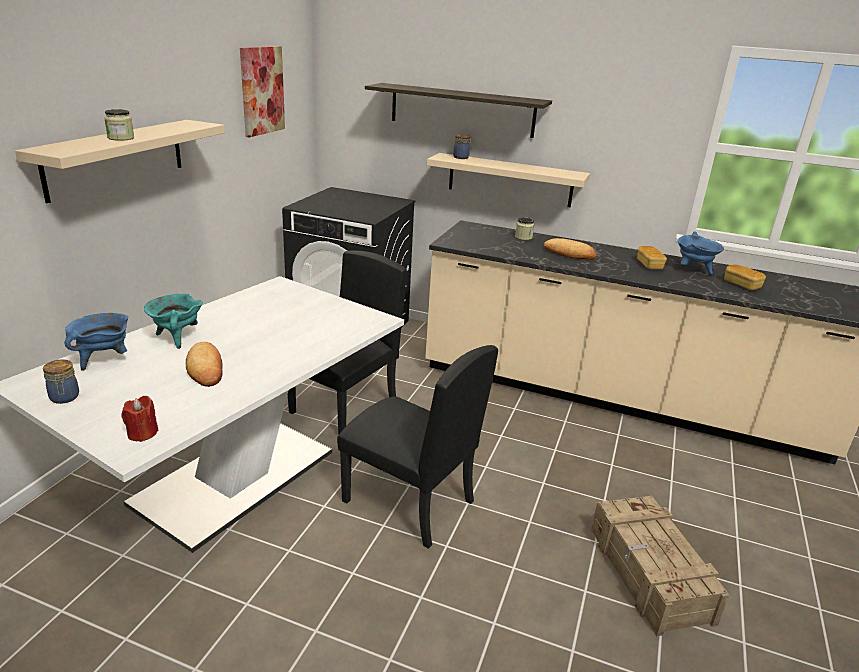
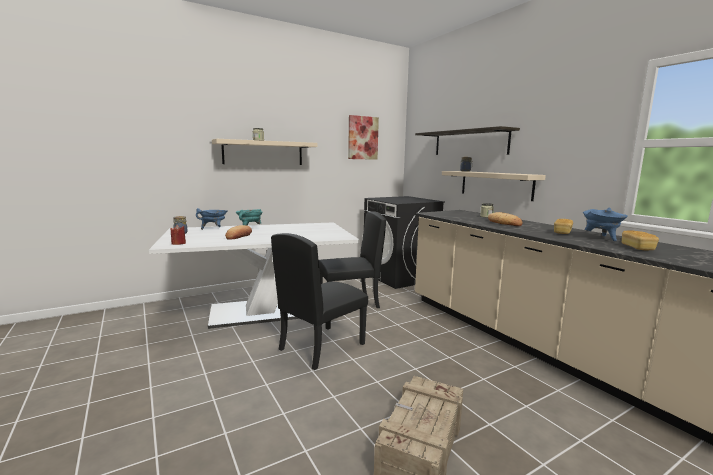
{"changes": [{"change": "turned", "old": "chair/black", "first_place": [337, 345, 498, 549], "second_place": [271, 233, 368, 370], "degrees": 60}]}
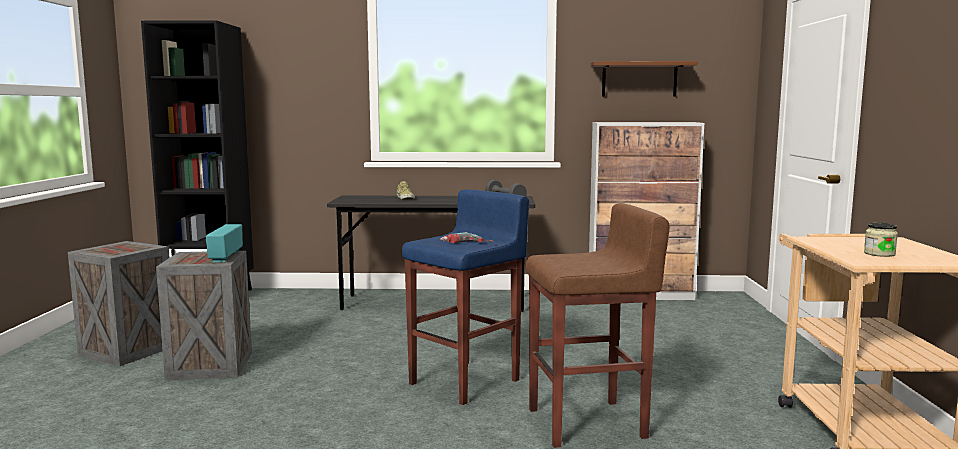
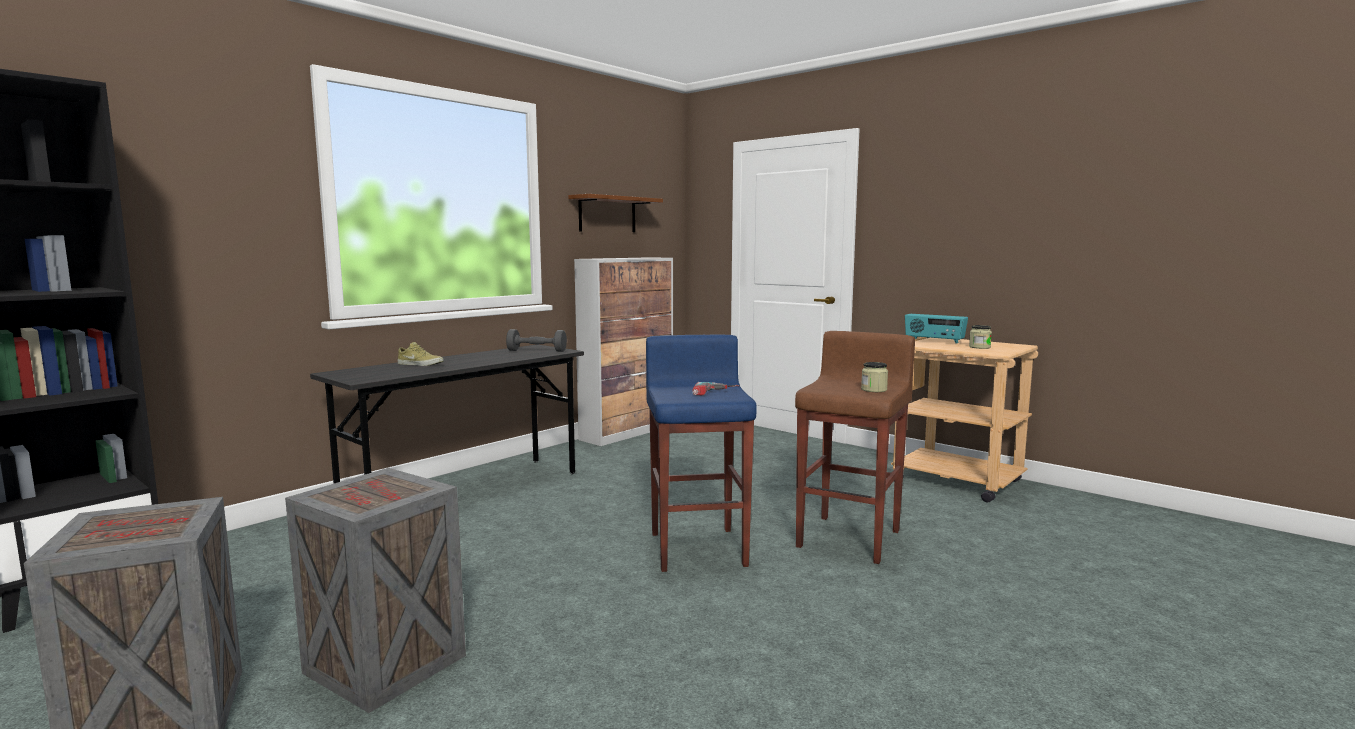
{"changes": [{"change": "added", "new": "jar", "second_place": [861, 362, 888, 392]}, {"change": "moved", "old": "radio", "first_place": [205, 224, 243, 263], "second_place": [905, 314, 968, 344]}]}
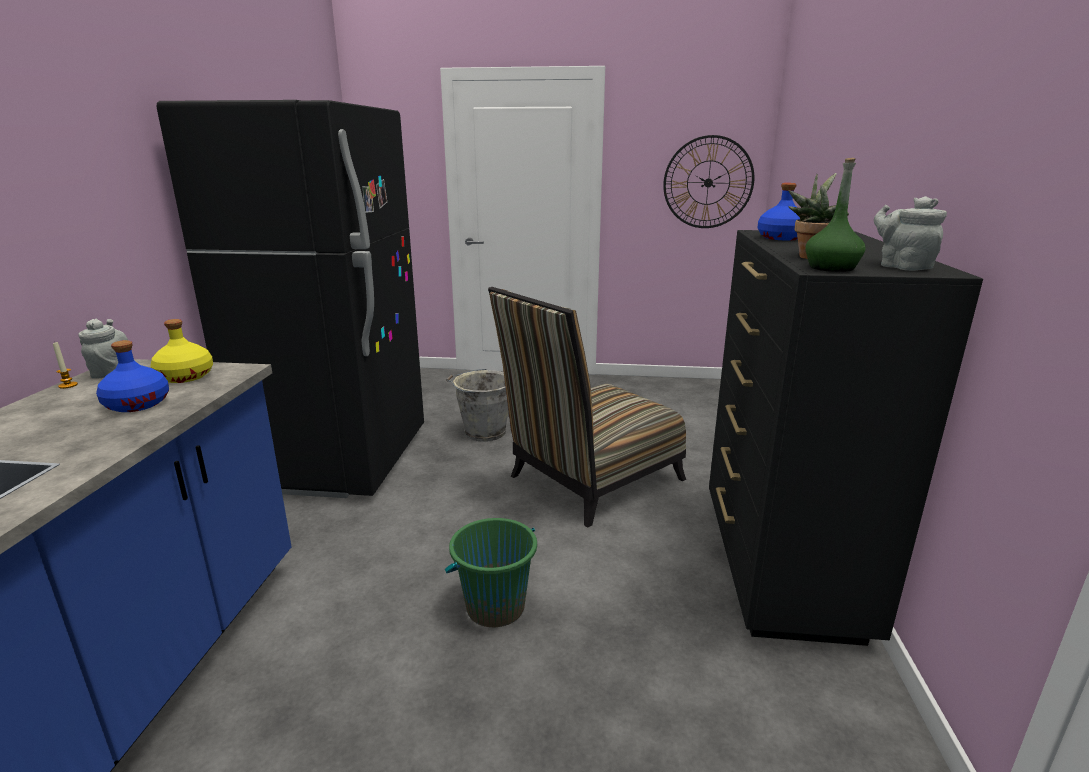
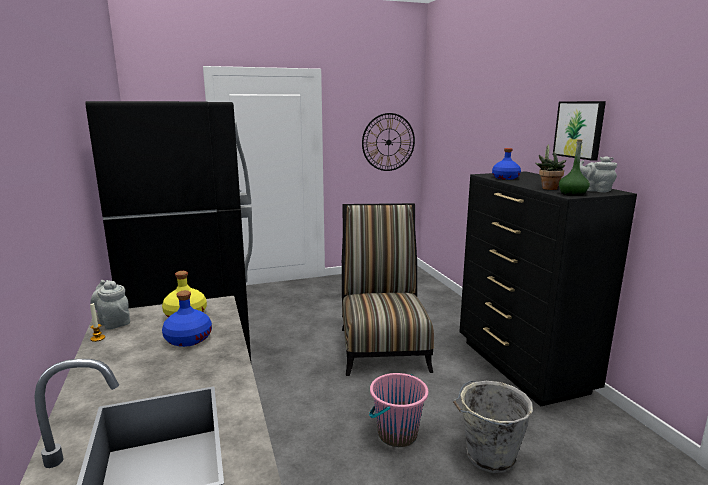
{"changes": [{"change": "added", "new": "picture", "second_place": [553, 101, 606, 161]}, {"change": "moved", "old": "bucket/grey", "first_place": [446, 369, 508, 441], "second_place": [453, 381, 533, 473]}, {"change": "recoloured", "old": "bucket/green", "new": "bucket/pink", "first_place": [445, 518, 537, 627], "second_place": [369, 373, 428, 447]}, {"change": "turned", "old": "chair", "first_place": [488, 287, 686, 527], "second_place": [342, 203, 434, 376], "degrees": 150}]}
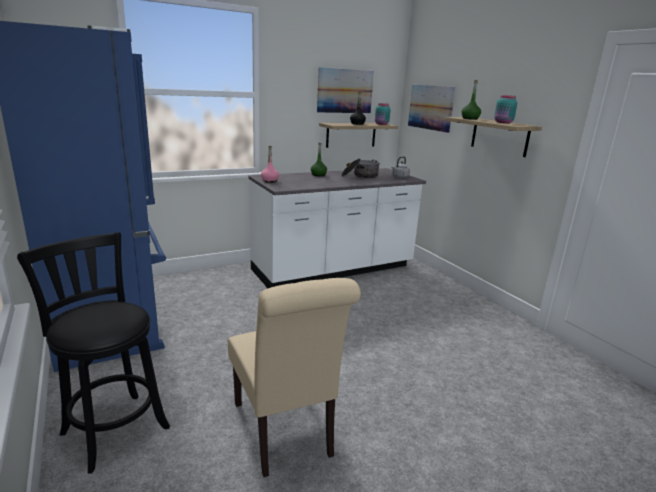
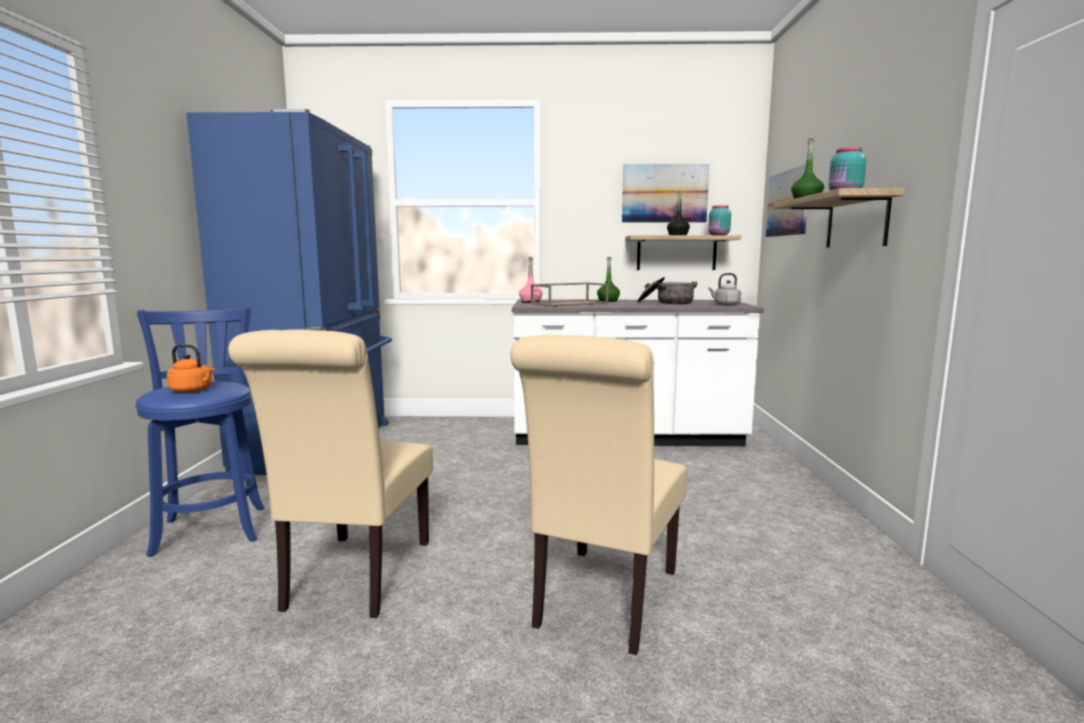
{"changes": [{"change": "added", "new": "kettle/orange", "second_place": [167, 344, 214, 393]}, {"change": "added", "new": "chair/beige", "second_place": [511, 335, 687, 655]}, {"change": "added", "new": "tray/brown", "second_place": [531, 283, 608, 307]}, {"change": "recoloured", "old": "stool/black", "new": "stool/blue", "first_place": [17, 232, 170, 474], "second_place": [135, 307, 265, 557]}]}
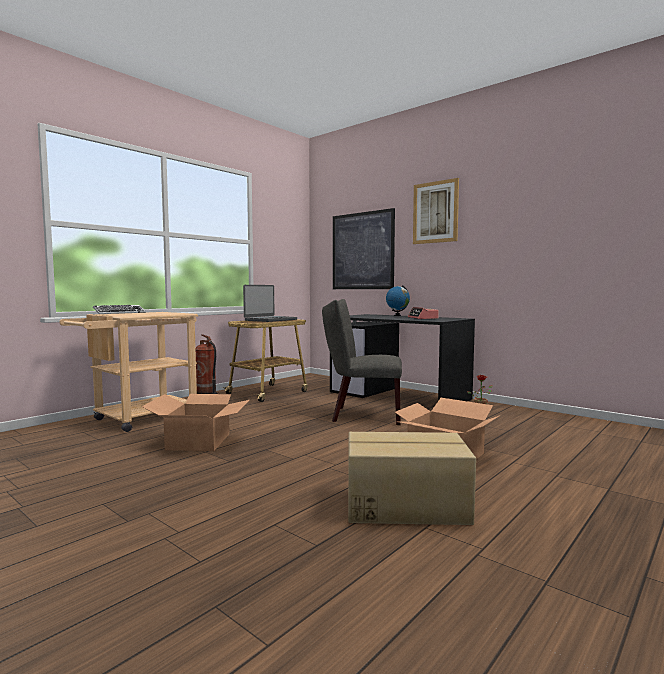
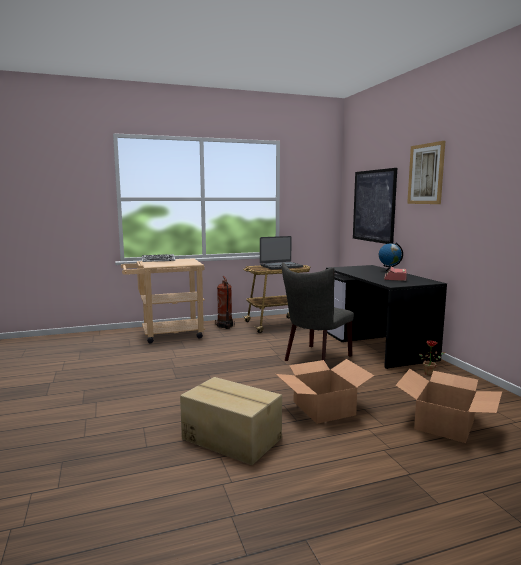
{"changes": [{"change": "moved", "old": "cardboard box", "first_place": [142, 394, 249, 451], "second_place": [395, 369, 502, 443]}, {"change": "turned", "old": "chair/grey", "first_place": [322, 299, 402, 425], "second_place": [282, 262, 354, 361], "degrees": -90}]}
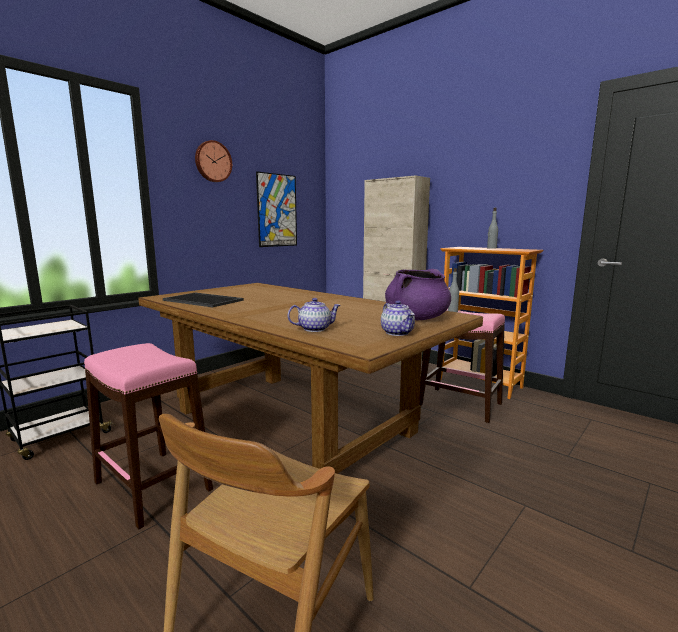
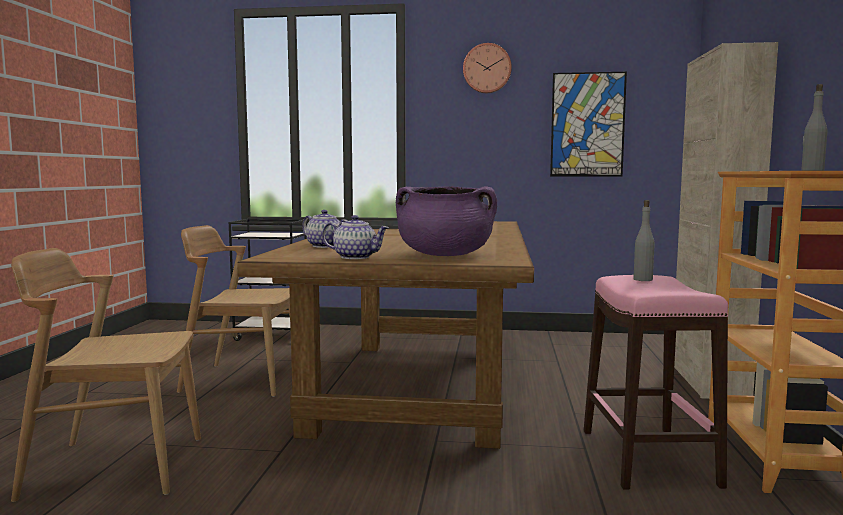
{"changes": [{"change": "replaced", "old": "stool/pink", "new": "chair/brown", "first_place": [84, 343, 213, 529], "second_place": [177, 225, 290, 397]}, {"change": "turned", "old": "teapot", "first_place": [381, 300, 415, 336], "second_place": [322, 215, 389, 259], "degrees": -105}]}
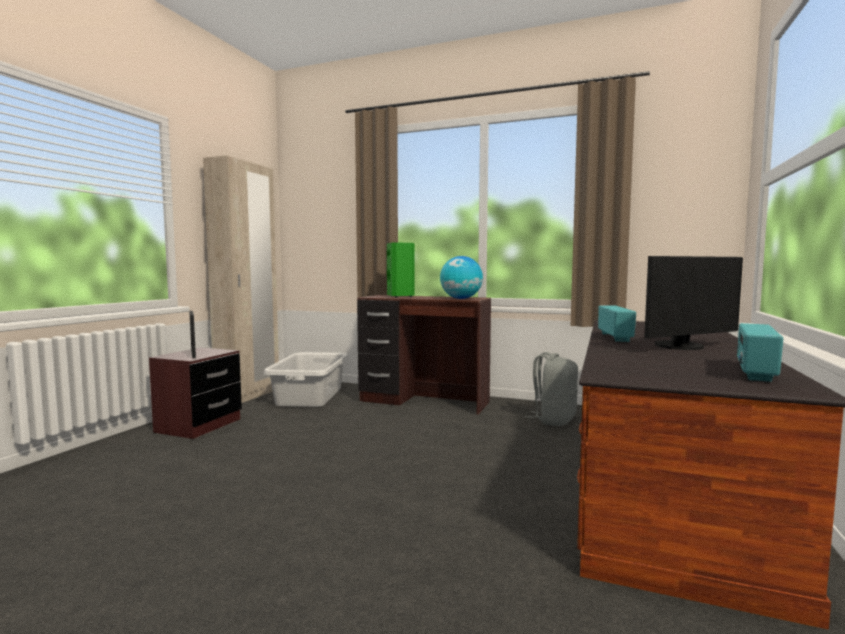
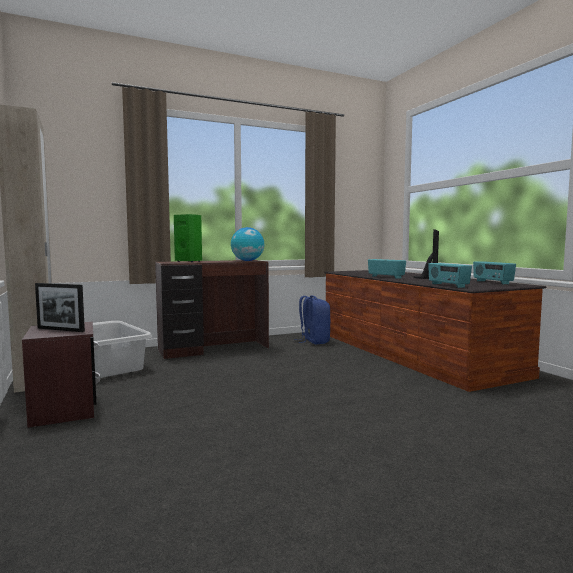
{"changes": [{"change": "added", "new": "radio", "second_place": [428, 263, 472, 288]}, {"change": "recoloured", "old": "backpack/grey", "new": "backpack/blue", "first_place": [525, 352, 578, 426], "second_place": [294, 296, 331, 344]}]}
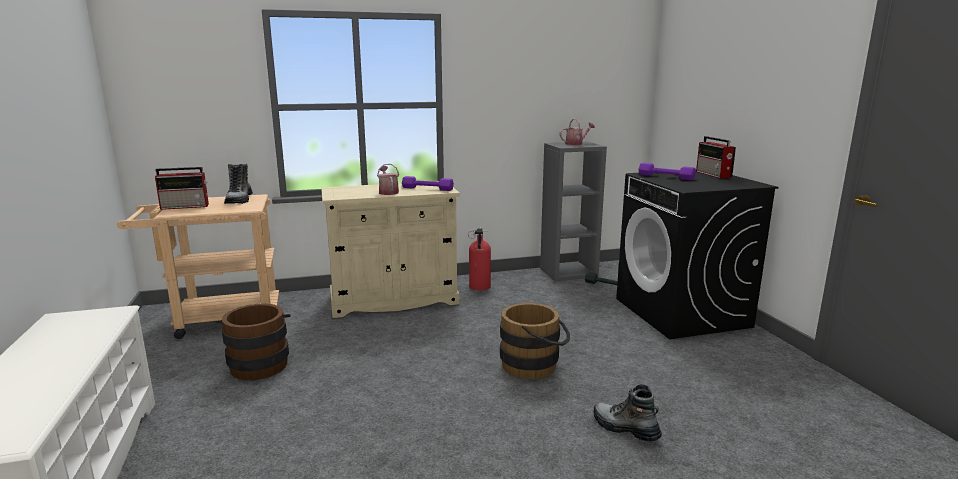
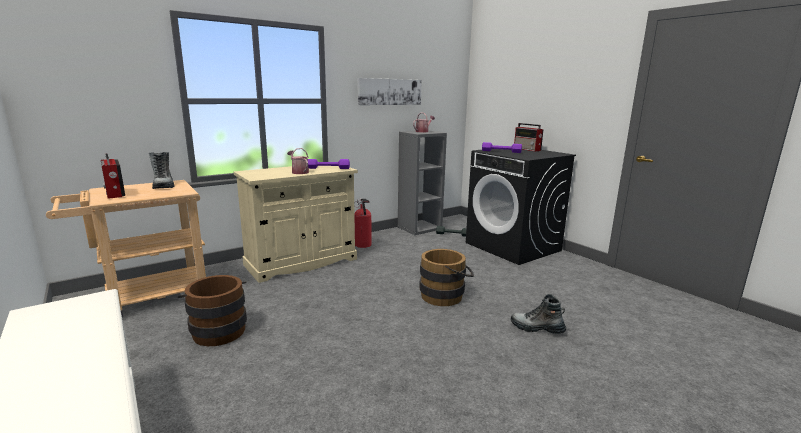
{"changes": [{"change": "added", "new": "picture", "second_place": [357, 78, 422, 105]}, {"change": "turned", "old": "radio", "first_place": [155, 167, 209, 210], "second_place": [101, 153, 125, 199], "degrees": 90}]}
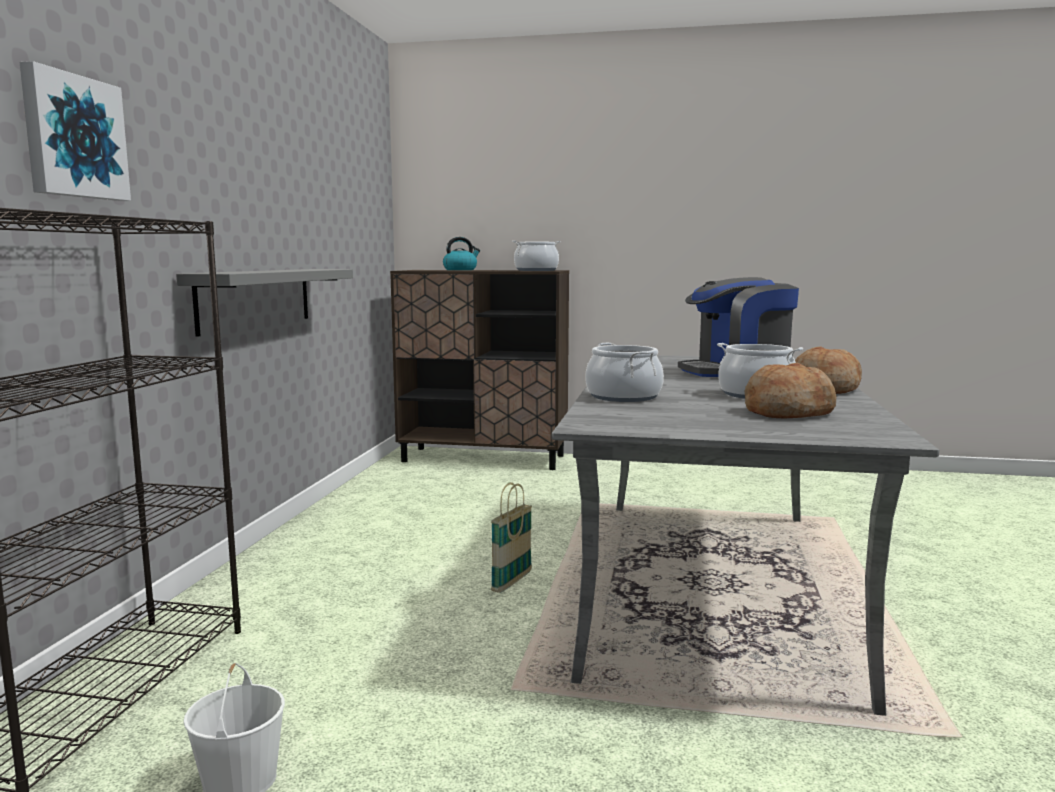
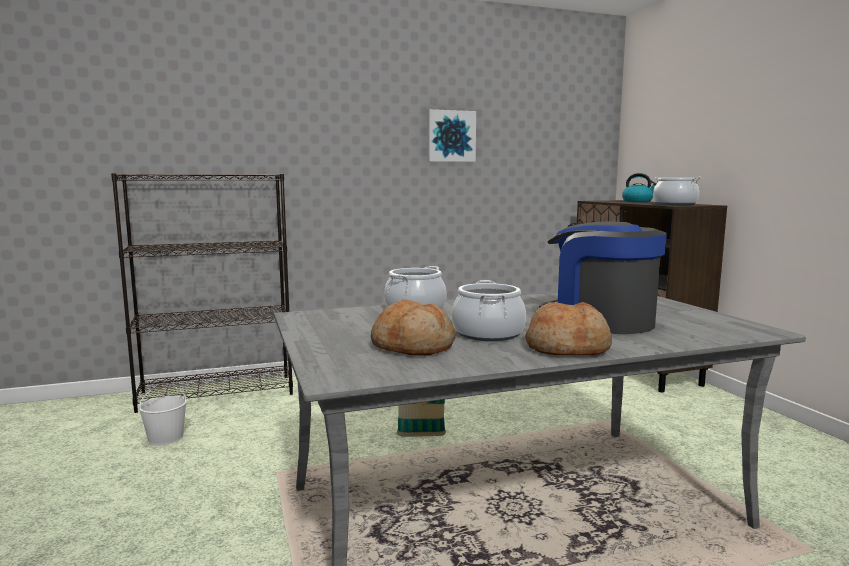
{"changes": [{"change": "removed", "old": "shelf/grey", "first_place": [176, 269, 353, 337]}, {"change": "moved", "old": "picture", "first_place": [19, 61, 131, 201], "second_place": [427, 109, 476, 162]}]}
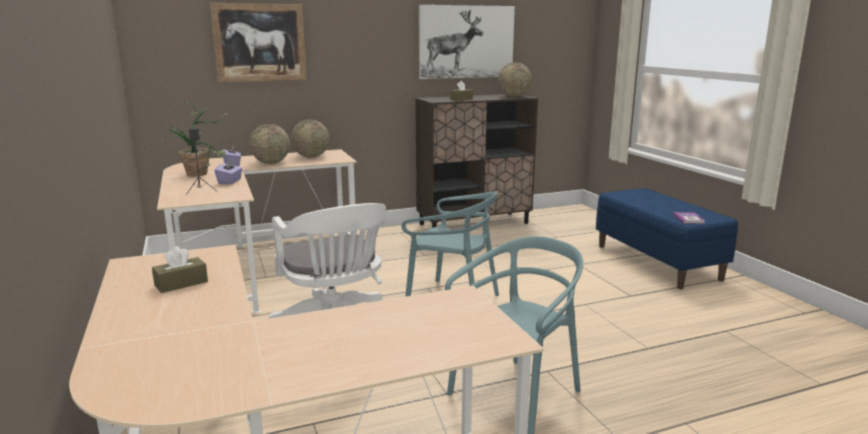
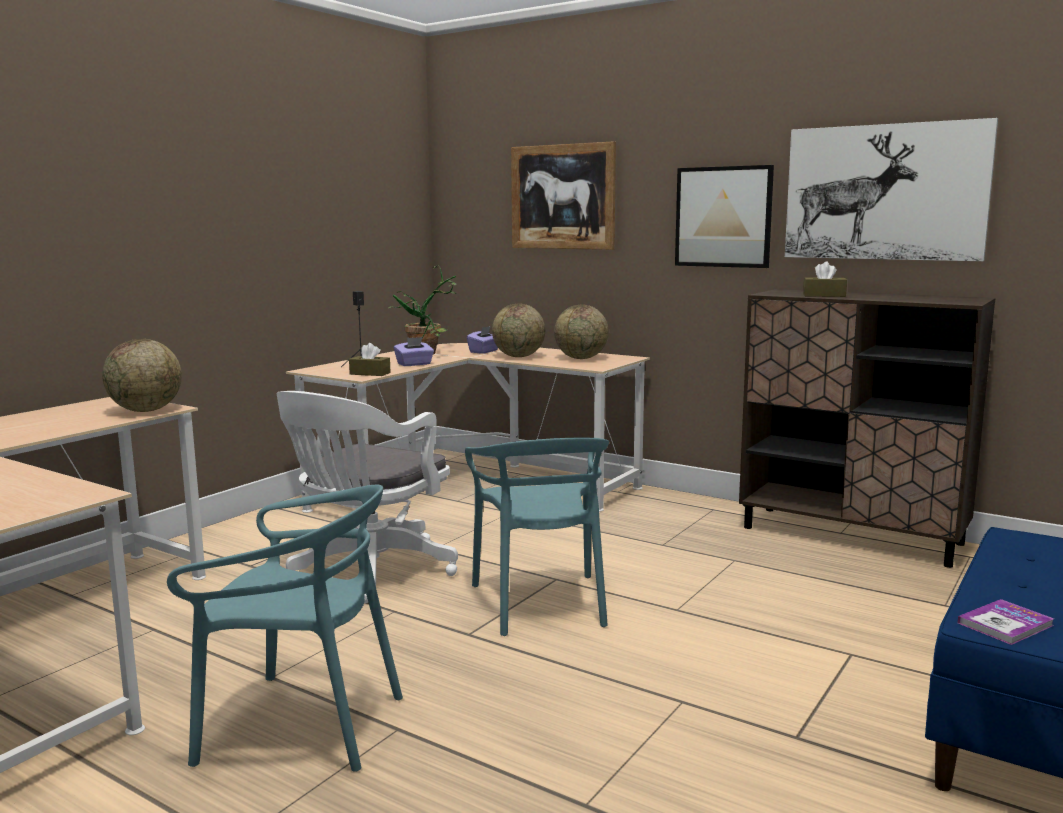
{"changes": [{"change": "added", "new": "picture", "second_place": [675, 165, 774, 268]}, {"change": "moved", "old": "tissue box/brown", "first_place": [152, 246, 208, 293], "second_place": [349, 343, 391, 376]}, {"change": "moved", "old": "globe", "first_place": [498, 62, 532, 97], "second_place": [102, 339, 182, 412]}]}
